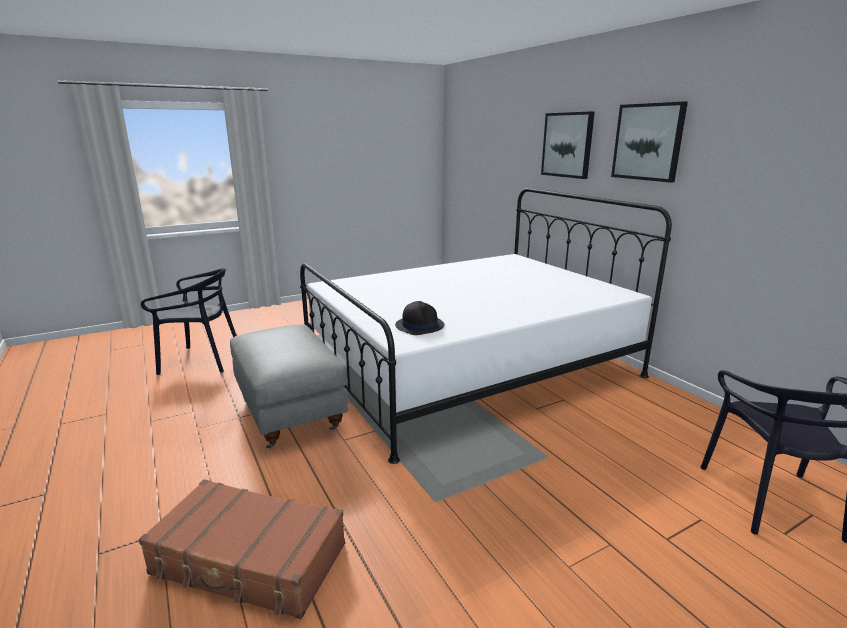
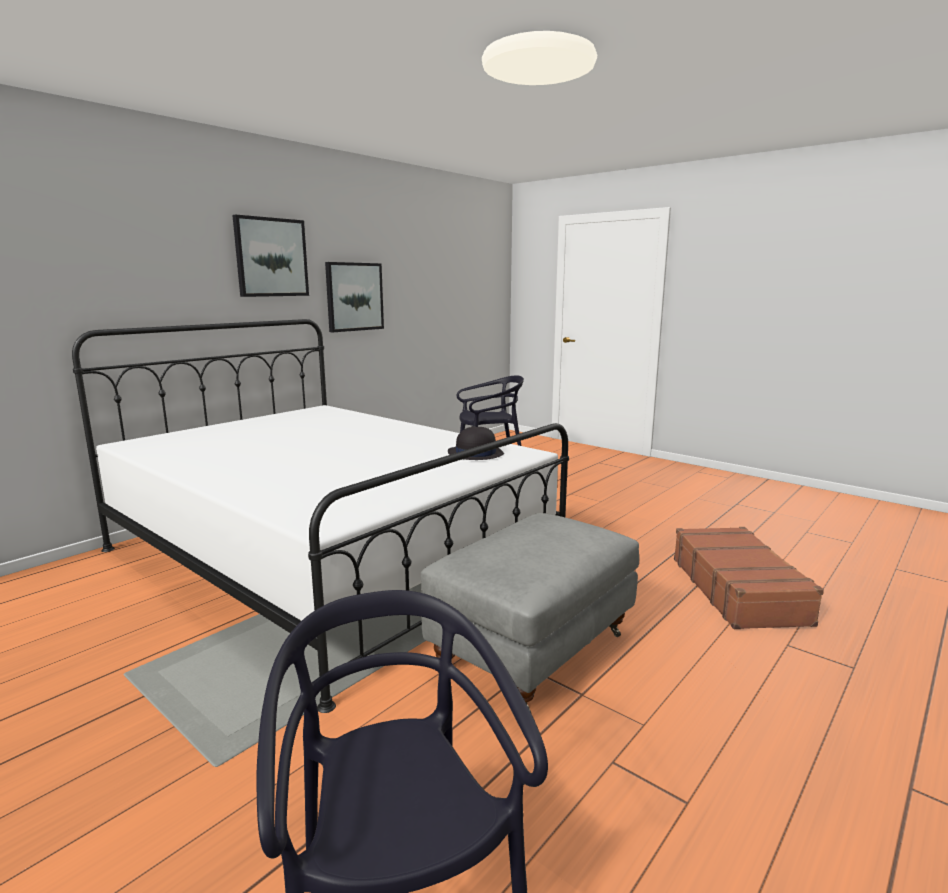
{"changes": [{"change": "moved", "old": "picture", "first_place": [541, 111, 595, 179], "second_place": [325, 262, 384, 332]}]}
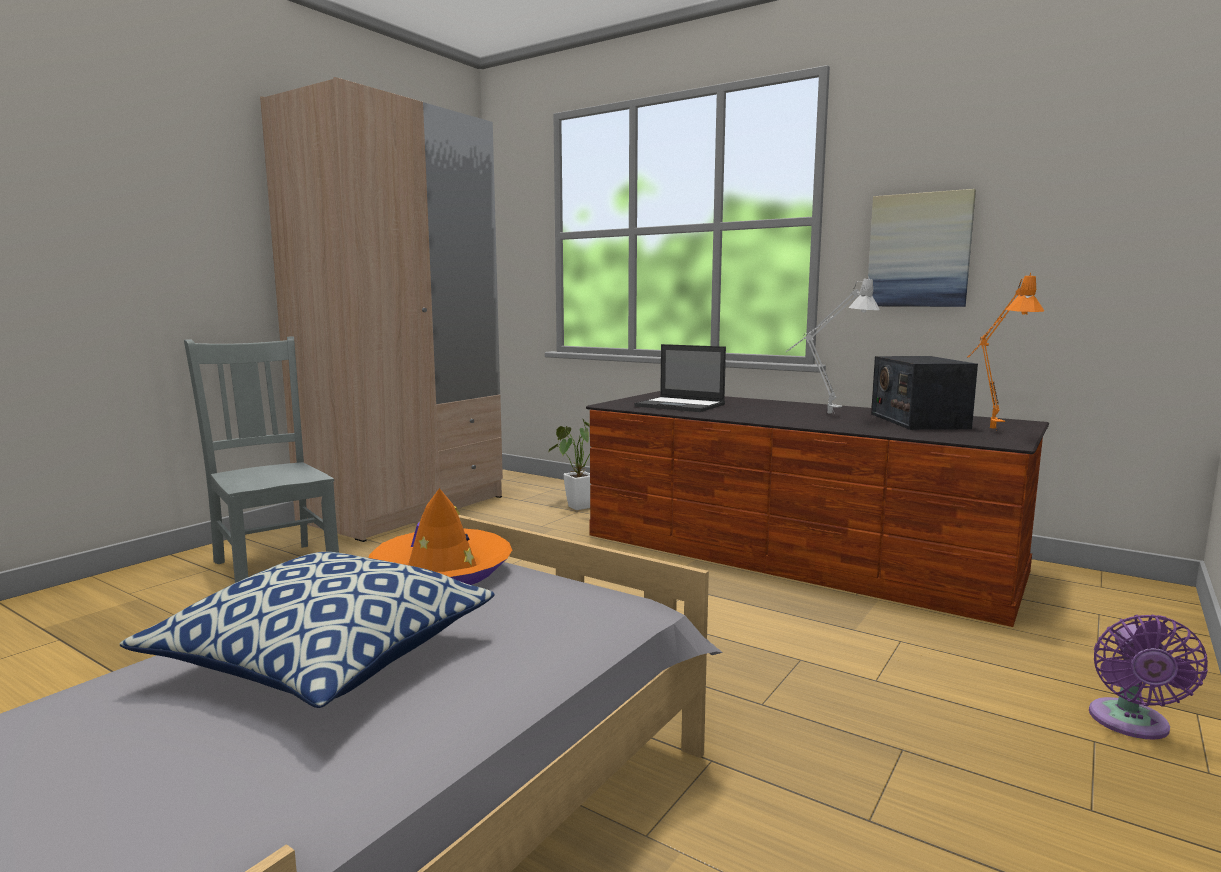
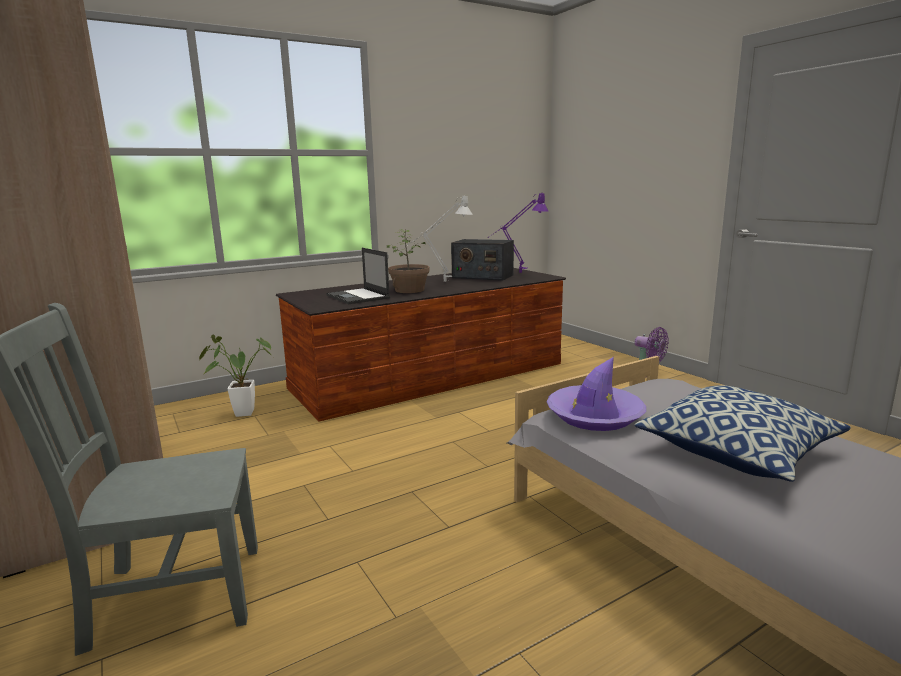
{"changes": [{"change": "removed", "old": "picture", "first_place": [868, 189, 976, 307]}, {"change": "added", "new": "potted plant", "second_place": [387, 229, 430, 293]}, {"change": "recoloured", "old": "hat/orange", "new": "hat/purple", "first_place": [369, 488, 512, 585], "second_place": [546, 357, 646, 431]}, {"change": "recoloured", "old": "table lamp/orange", "new": "table lamp/purple", "first_place": [967, 273, 1044, 428], "second_place": [488, 193, 548, 273]}, {"change": "turned", "old": "laptop", "first_place": [634, 344, 726, 412], "second_place": [326, 248, 390, 304], "degrees": 90}]}
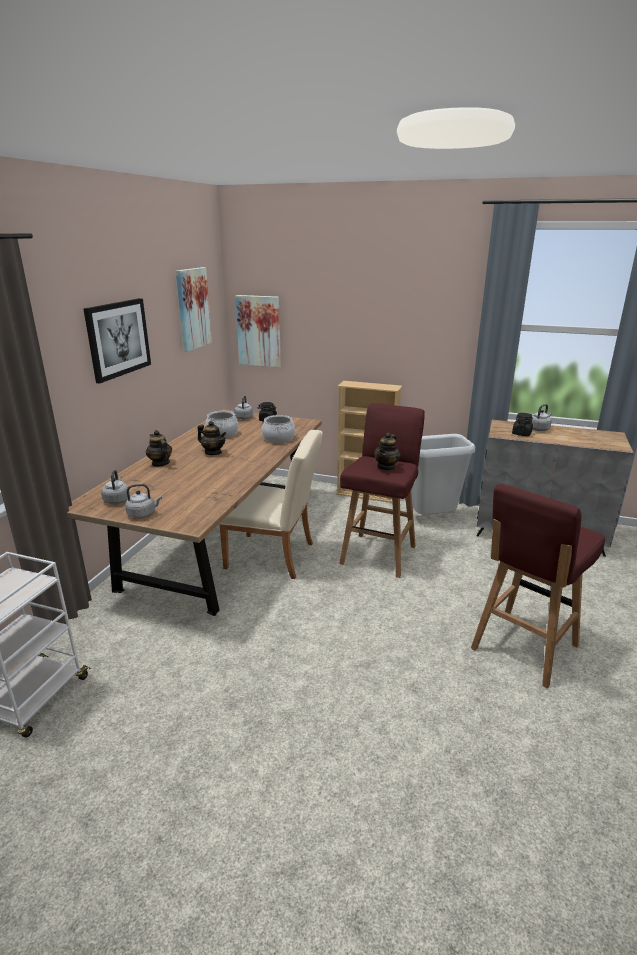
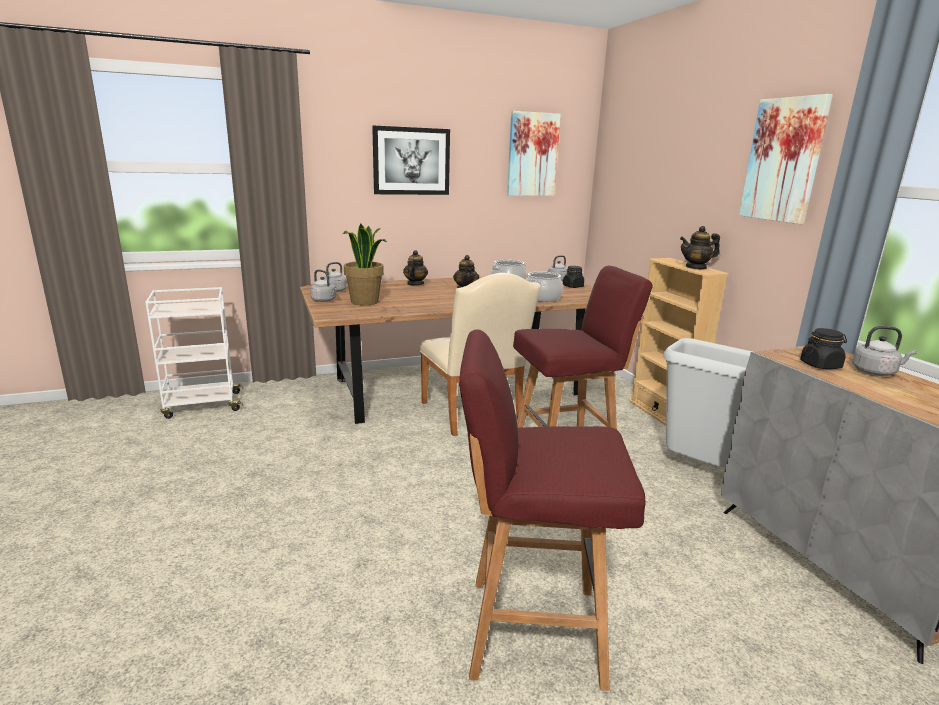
{"changes": [{"change": "added", "new": "potted plant", "second_place": [343, 224, 387, 306]}, {"change": "moved", "old": "picture", "first_place": [235, 295, 281, 367], "second_place": [739, 94, 833, 224]}, {"change": "moved", "old": "teapot", "first_place": [374, 432, 401, 471], "second_place": [680, 226, 720, 270]}]}
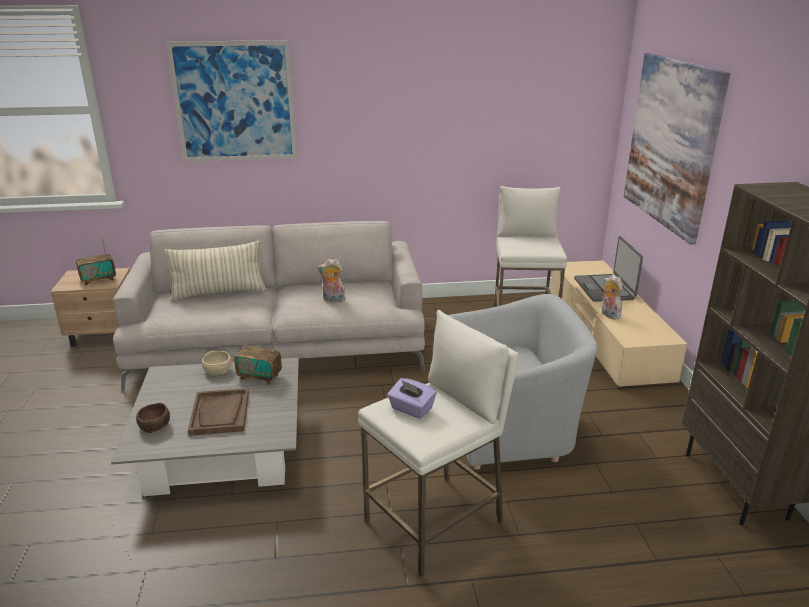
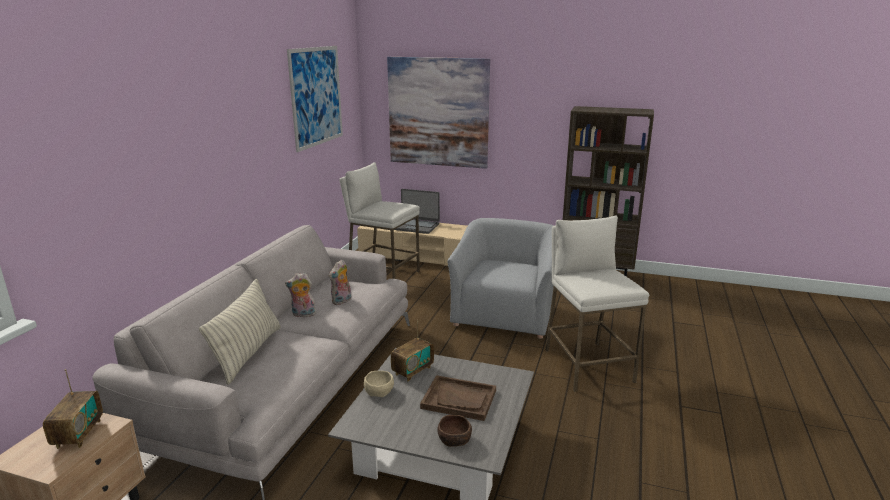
{"changes": [{"change": "removed", "old": "tissue box/purple", "first_place": [387, 378, 436, 419]}, {"change": "moved", "old": "picture", "first_place": [166, 40, 297, 162], "second_place": [287, 46, 343, 152]}, {"change": "moved", "old": "plush toy", "first_place": [602, 275, 622, 320], "second_place": [285, 273, 316, 317]}]}
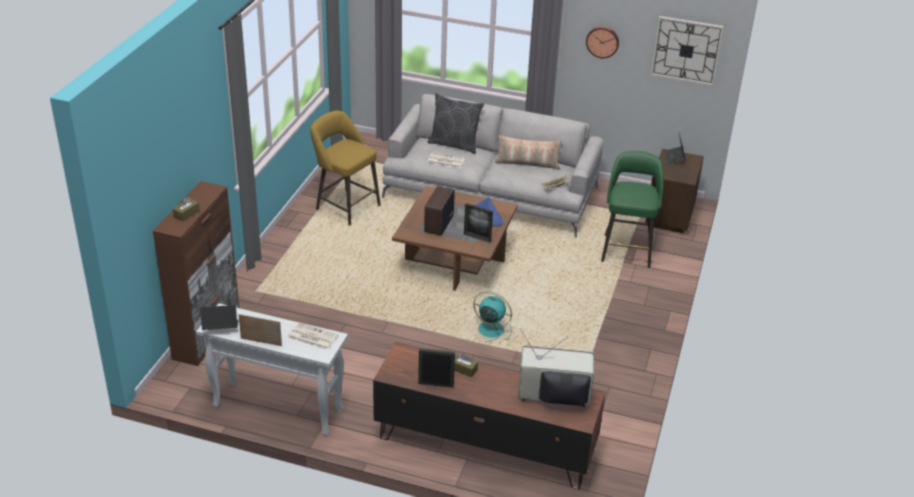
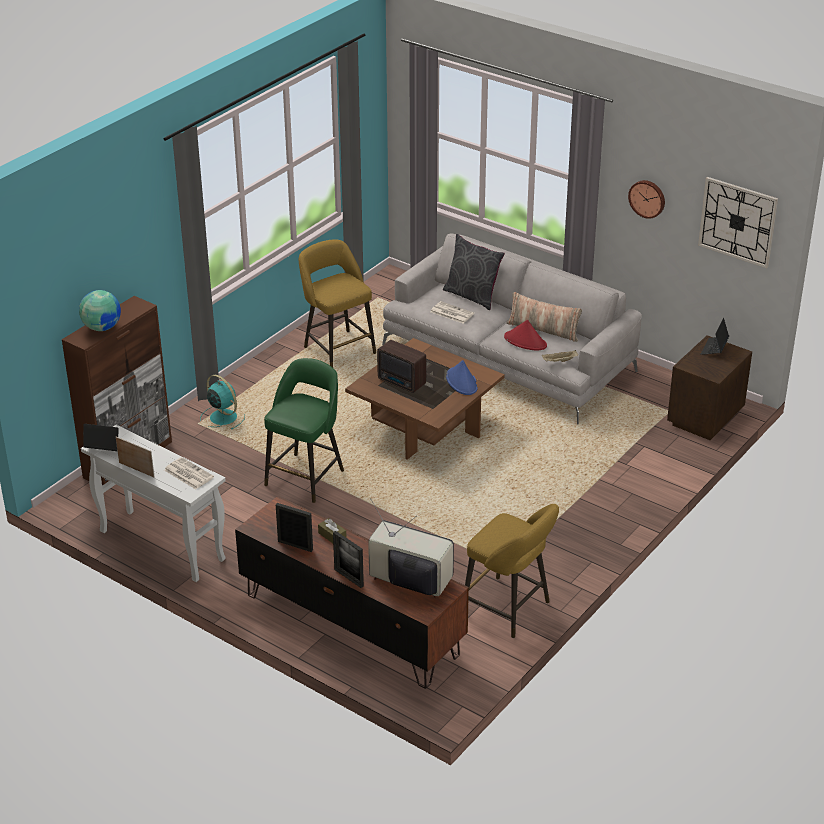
{"changes": [{"change": "added", "new": "stool/yellow", "second_place": [465, 504, 559, 638]}, {"change": "added", "new": "hat/red", "second_place": [504, 320, 547, 351]}, {"change": "moved", "old": "picture frame", "first_place": [464, 203, 493, 243], "second_place": [333, 531, 364, 588]}, {"change": "moved", "old": "fan/turquoise", "first_place": [473, 291, 512, 341], "second_place": [200, 375, 245, 430]}, {"change": "moved", "old": "stool/green", "first_place": [601, 151, 664, 268], "second_place": [264, 358, 344, 503]}, {"change": "replaced", "old": "tissue box/brown", "new": "globe", "first_place": [173, 197, 200, 222], "second_place": [79, 290, 121, 331]}, {"change": "turned", "old": "radio", "first_place": [424, 186, 455, 236], "second_place": [377, 340, 426, 393], "degrees": -90}]}
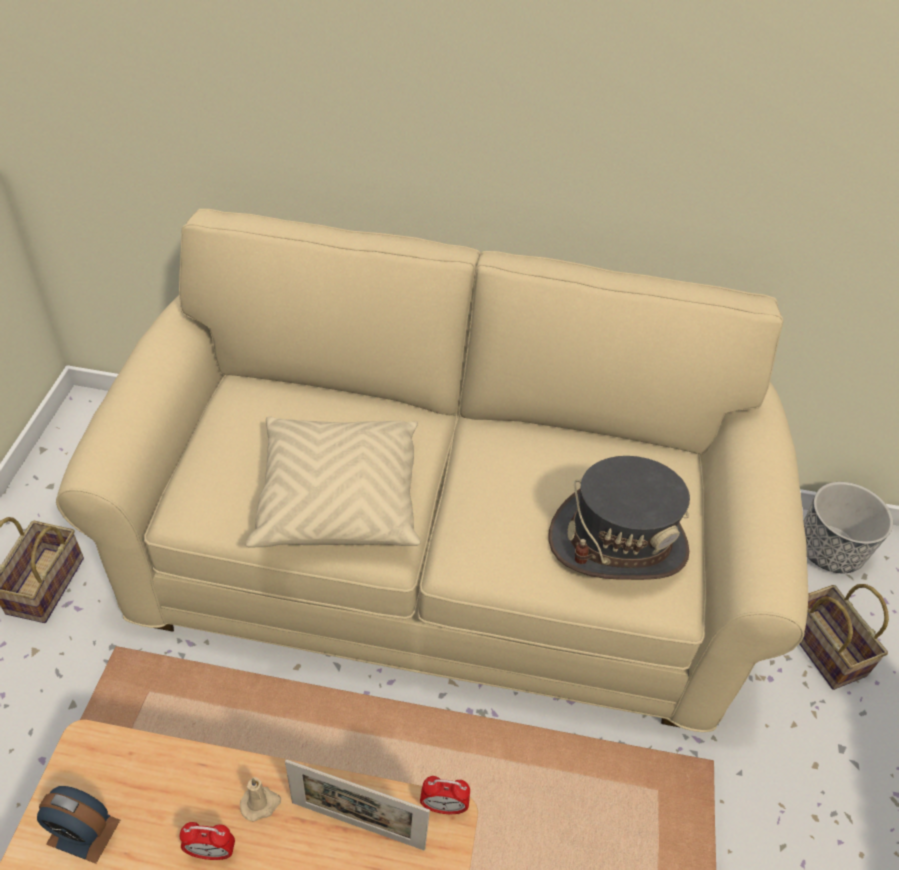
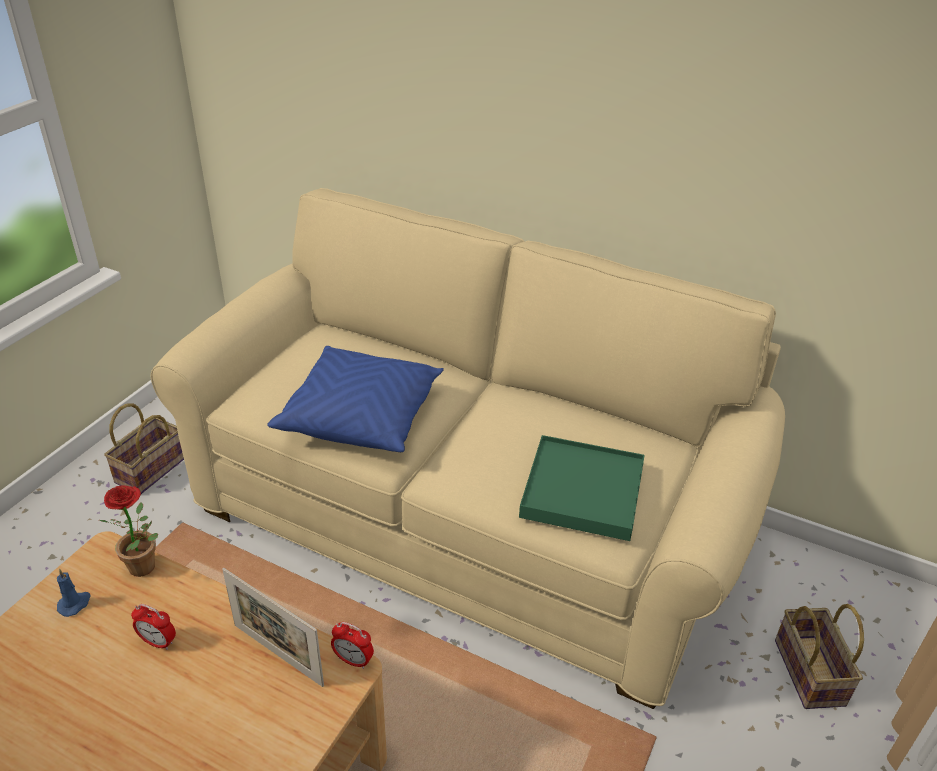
{"changes": [{"change": "removed", "old": "candle/beige", "first_place": [240, 777, 281, 822]}, {"change": "removed", "old": "planter", "first_place": [803, 482, 893, 573]}, {"change": "added", "new": "potted plant", "second_place": [99, 486, 158, 577]}, {"change": "replaced", "old": "alarm clock", "new": "candle/blue", "first_place": [37, 786, 120, 864], "second_place": [57, 569, 91, 617]}, {"change": "replaced", "old": "hat/grey", "new": "tray/green", "first_place": [549, 456, 690, 580], "second_place": [519, 435, 645, 541]}, {"change": "recoloured", "old": "pillow/beige", "new": "pillow/blue", "first_place": [245, 416, 421, 548], "second_place": [267, 346, 444, 452]}]}
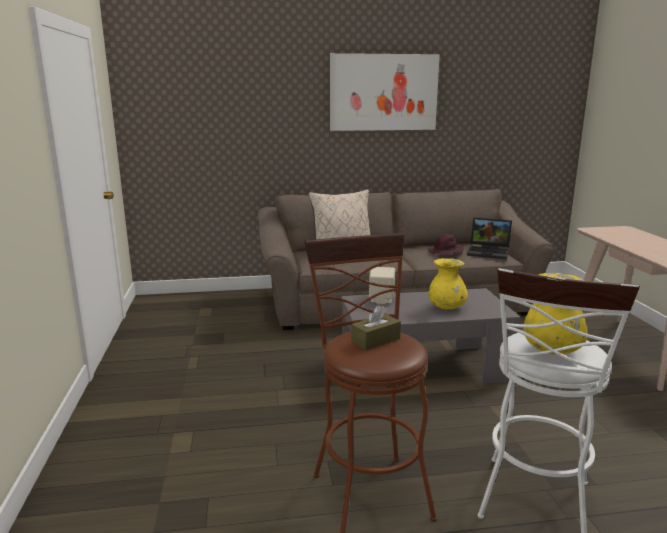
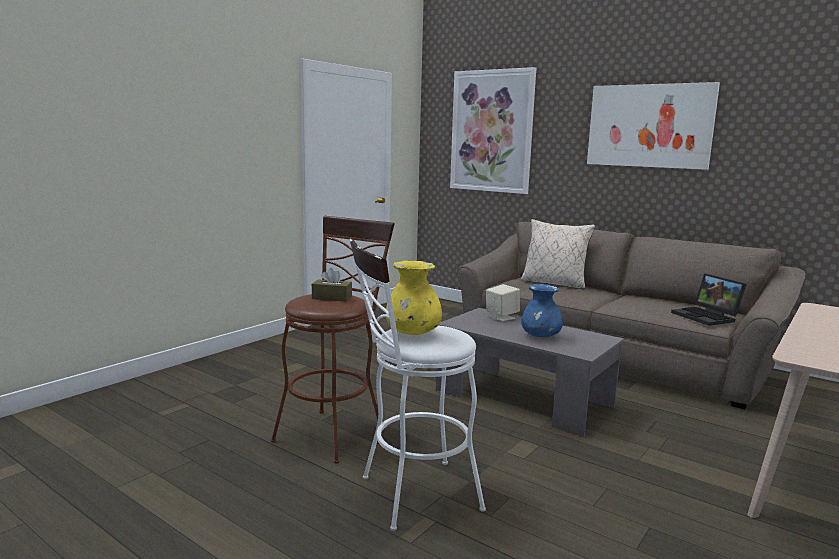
{"changes": [{"change": "removed", "old": "hat/purple", "first_place": [428, 234, 464, 254]}, {"change": "added", "new": "picture", "second_place": [450, 67, 536, 194]}, {"change": "recoloured", "old": "vase/yellow", "new": "vase/blue", "first_place": [429, 258, 468, 309], "second_place": [521, 284, 563, 338]}]}
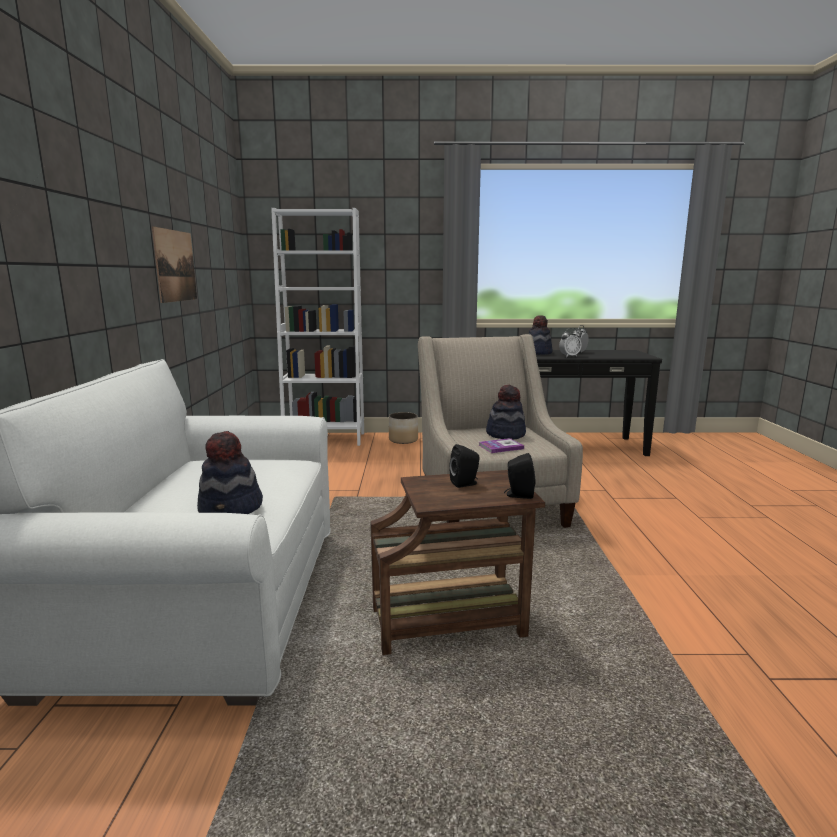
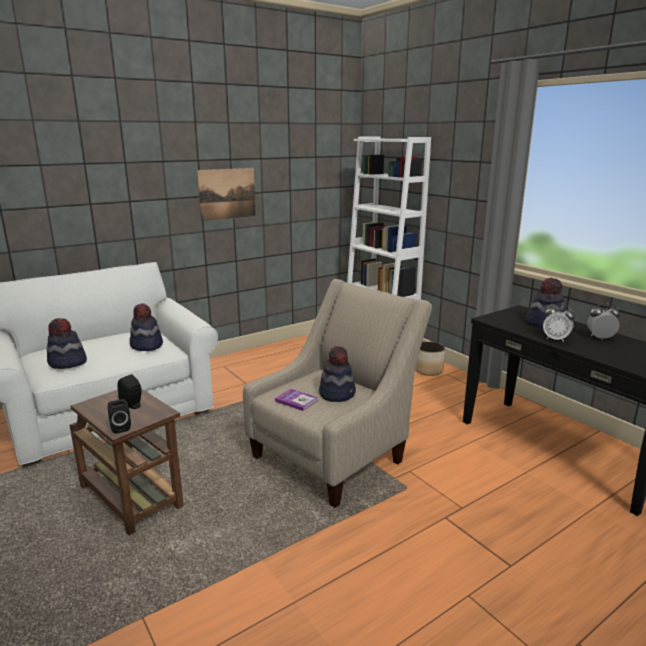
{"changes": [{"change": "added", "new": "hat", "second_place": [130, 303, 163, 351]}]}
